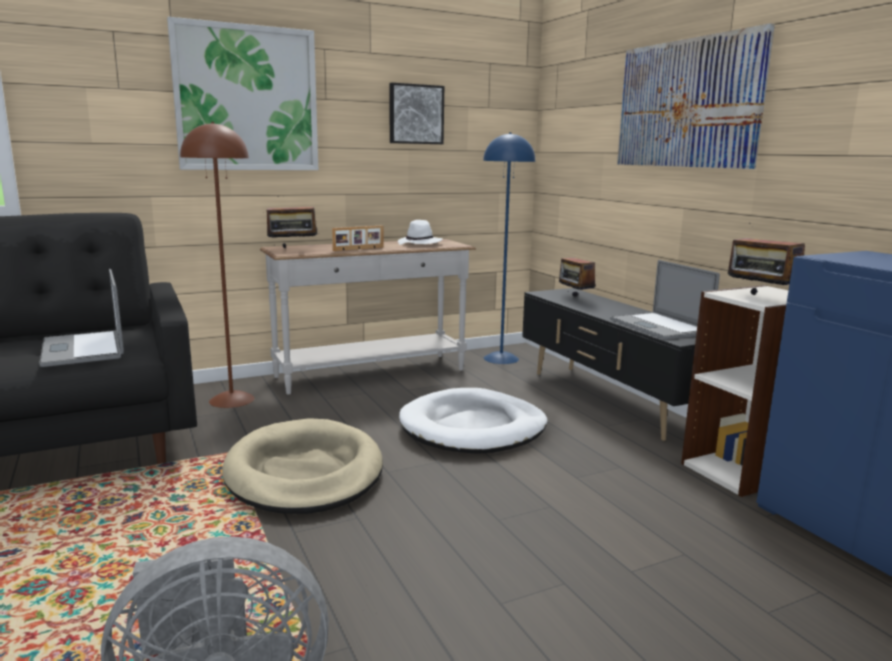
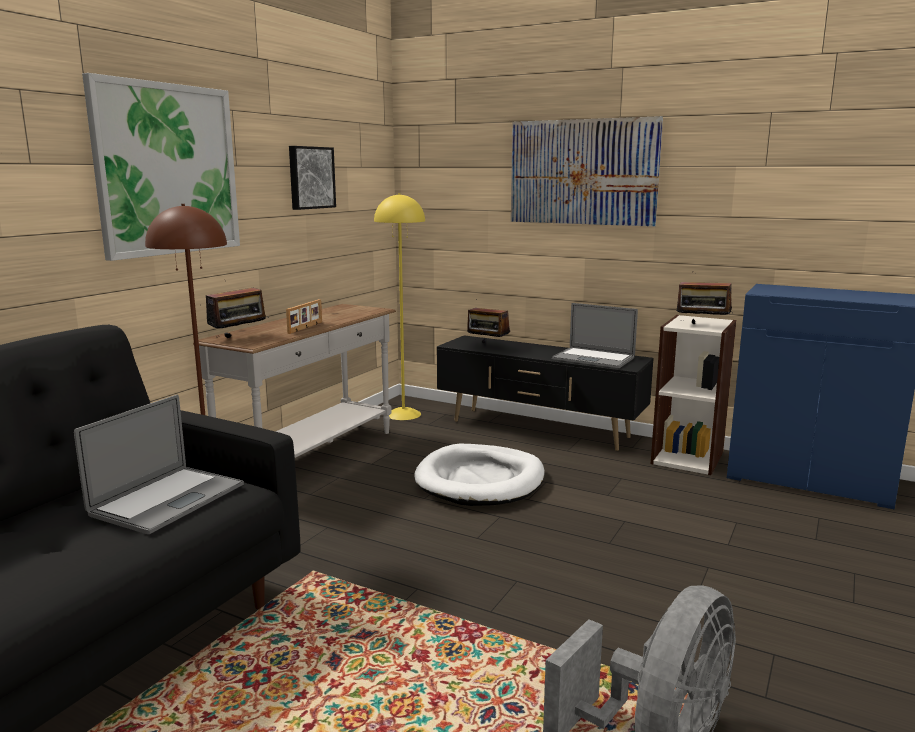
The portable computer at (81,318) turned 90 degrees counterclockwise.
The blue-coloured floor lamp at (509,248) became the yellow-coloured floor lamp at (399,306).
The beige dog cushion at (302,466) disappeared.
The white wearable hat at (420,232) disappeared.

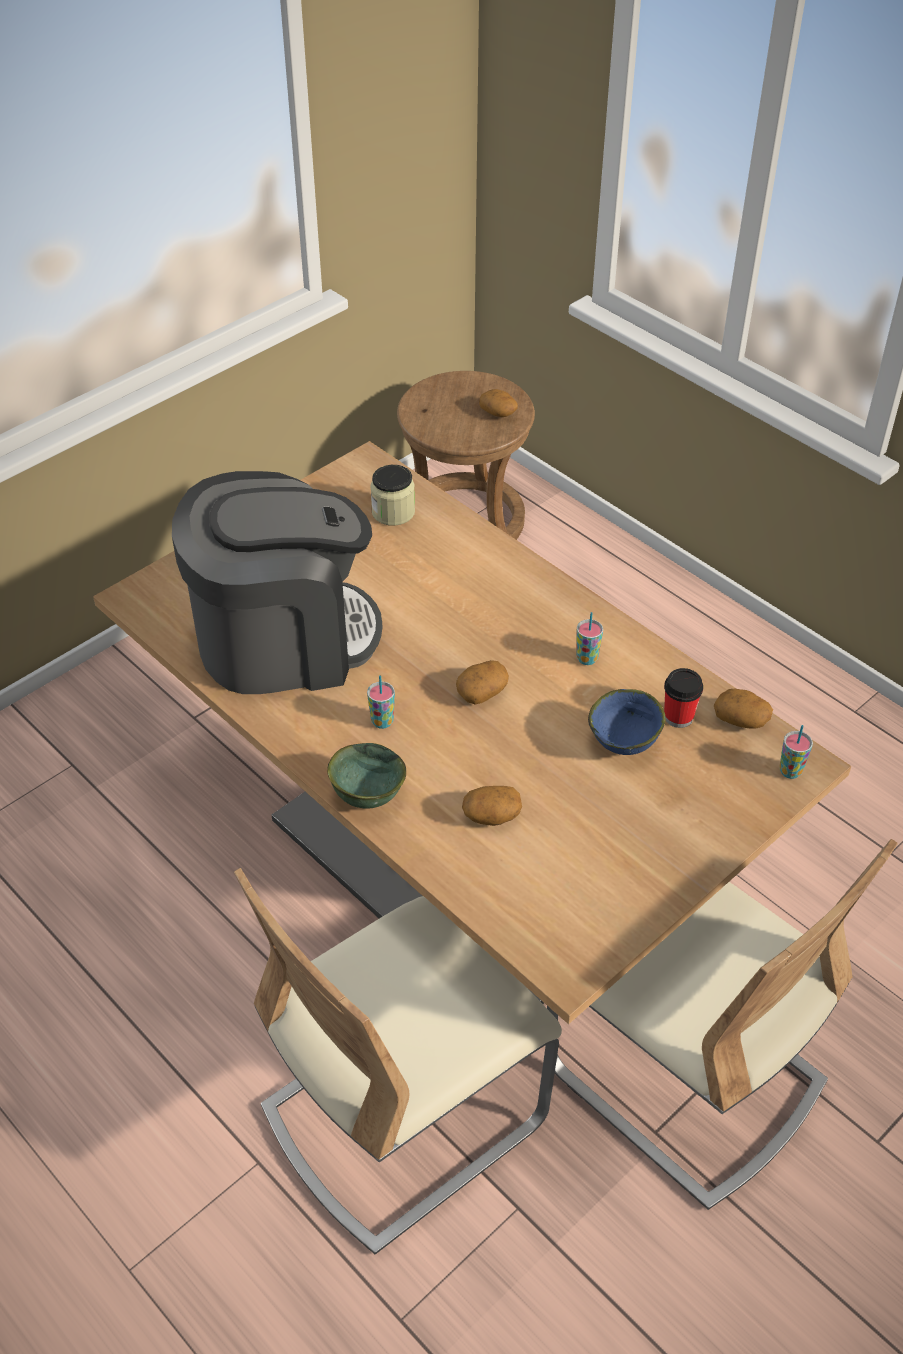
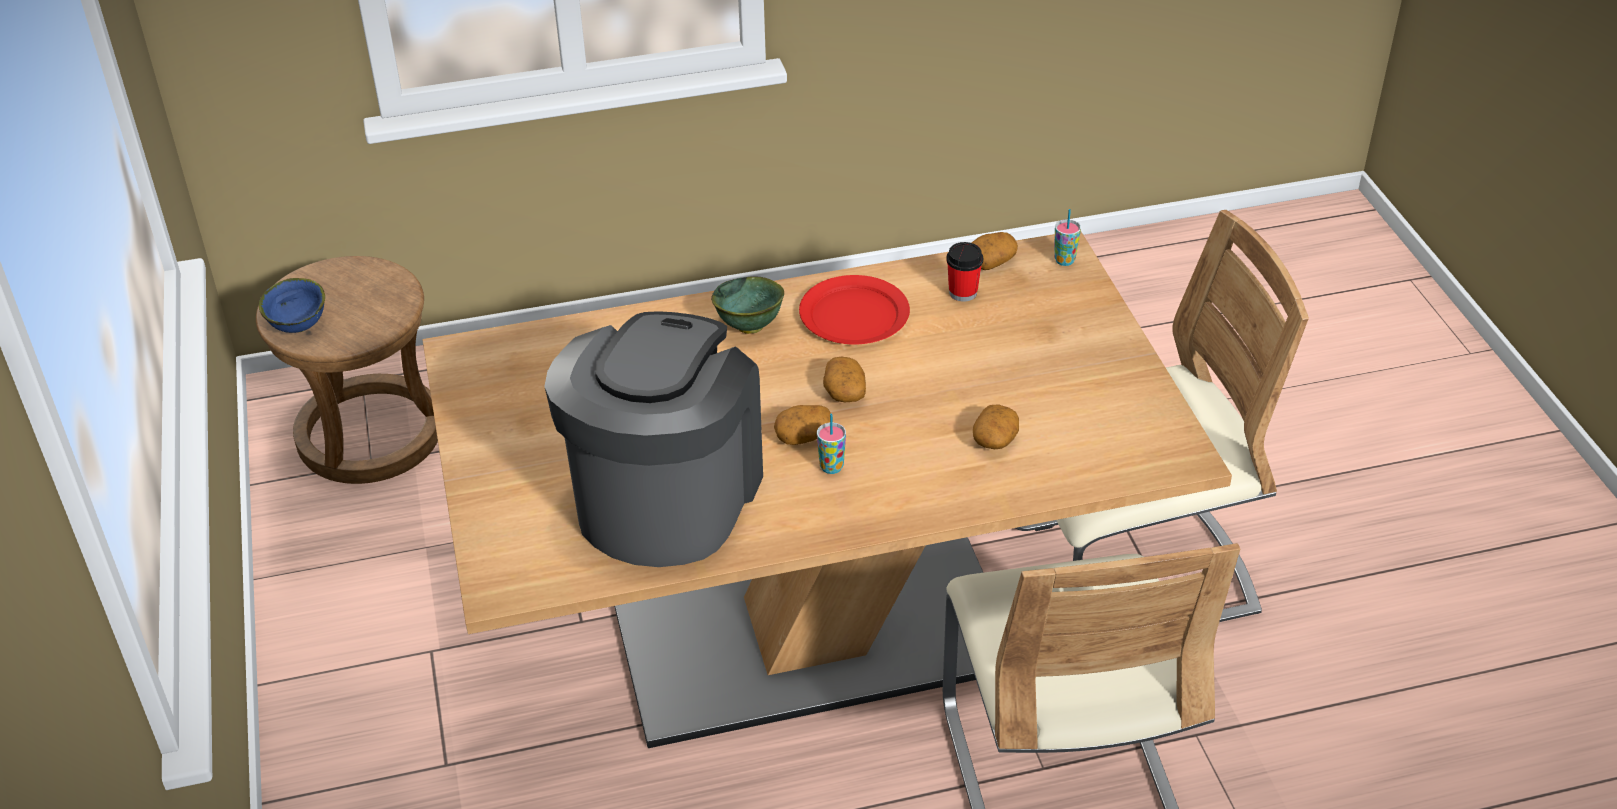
The blue-coloured bowl moved from (627,722) to (292,305).
The green bowl moved from (366,776) to (747,305).
The potato moved from (498,403) to (803,425).
The small cup at (590,638) was replaced by the reddish dinner plate at (854,309).
The jar at (392,495) disappeared.

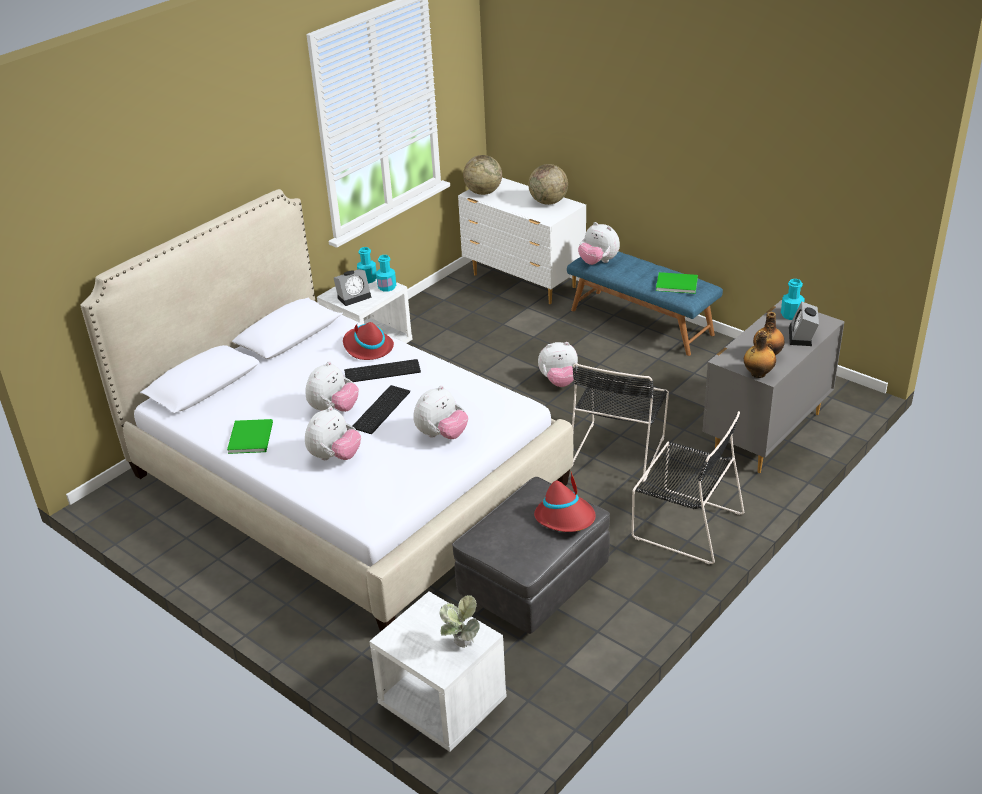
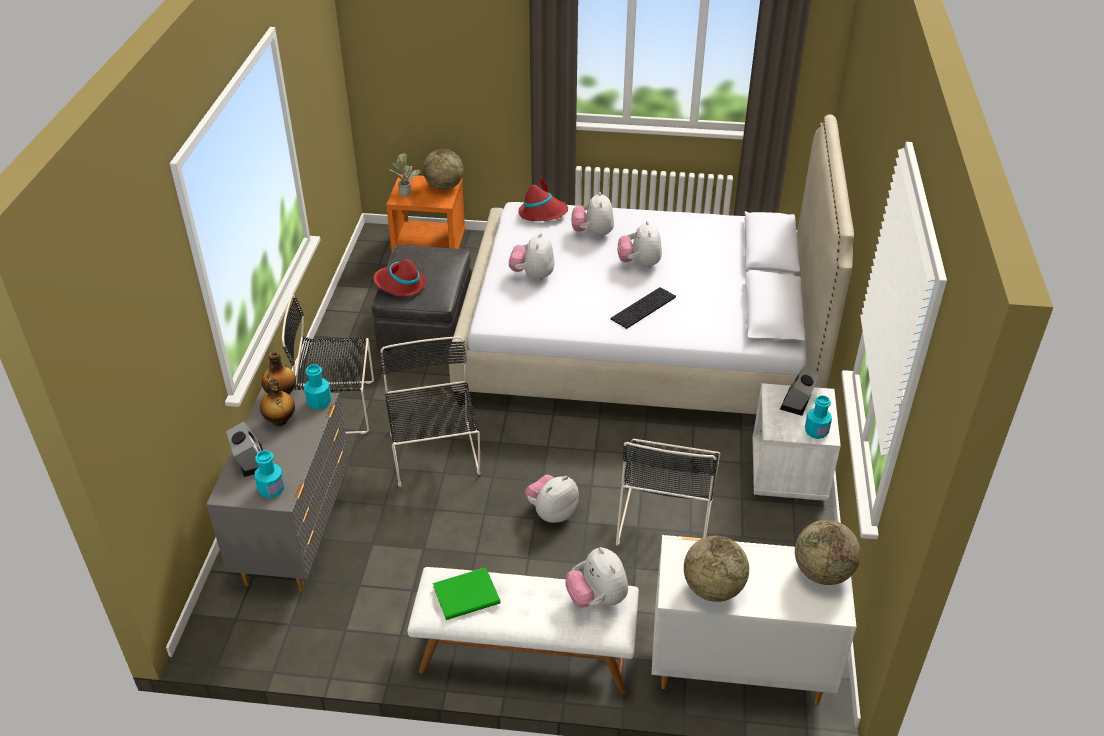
The blue-green bottle moved from (386,273) to (317,387).
The white nightstand at (437,672) became the orange nightstand at (425,213).
The blue-coloured long seat at (645,303) became the white long seat at (523,630).
The world globe at (443,169) appeared.
The reddish wearable hat moved from (368,341) to (543,198).
The plush toy at (599,243) turned 120 degrees counterclockwise.
The blackish chair at (668,492) appeared.
The green volume at (250,436) disappeared.
The PC keyboard at (381,409) disappeared.

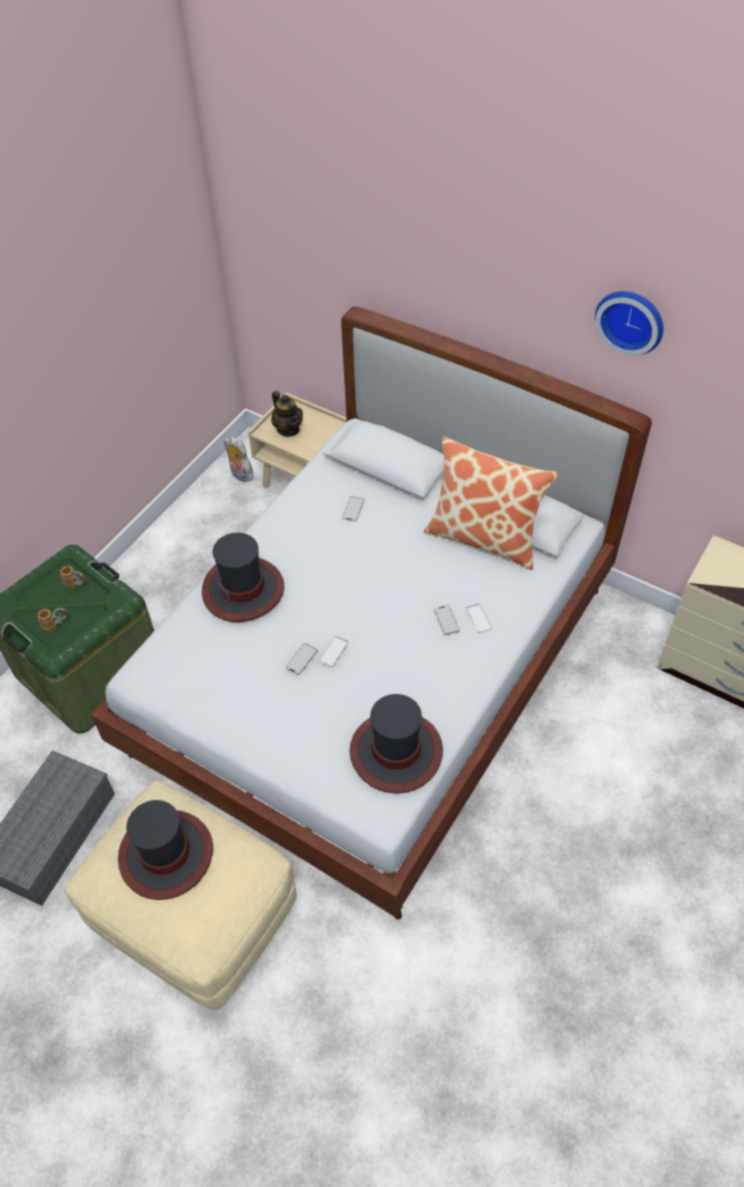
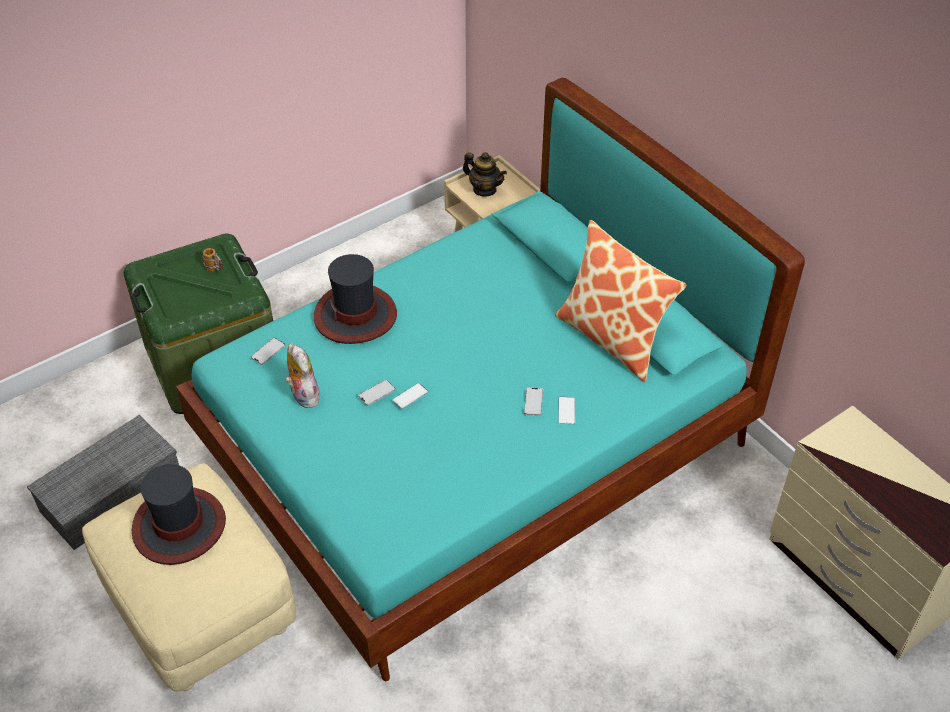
The white sleeping bed at (371,613) became the blue-green sleeping bed at (490,379).
The telephone moved from (353,509) to (268,351).
The plush toy moved from (238,459) to (302,375).
The pot for tea at (287,414) turned 45 degrees counterclockwise.
The coffee mug at (53,620) disappeared.
The wearable hat at (396,744) disappeared.
The clock on the wall at (629,323) disappeared.

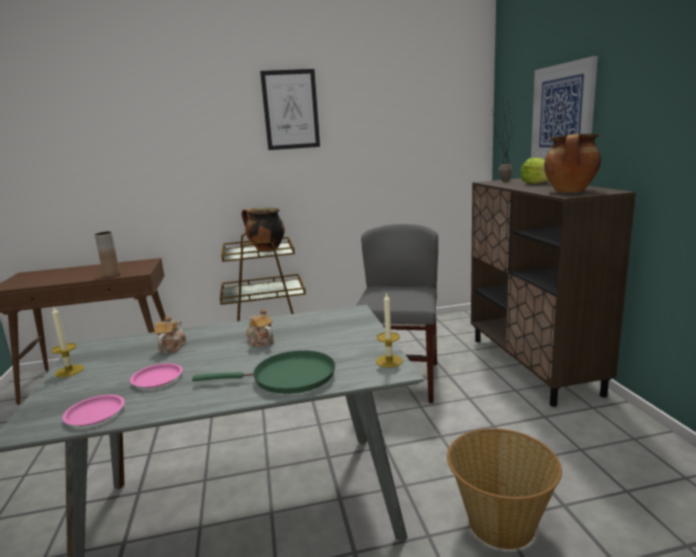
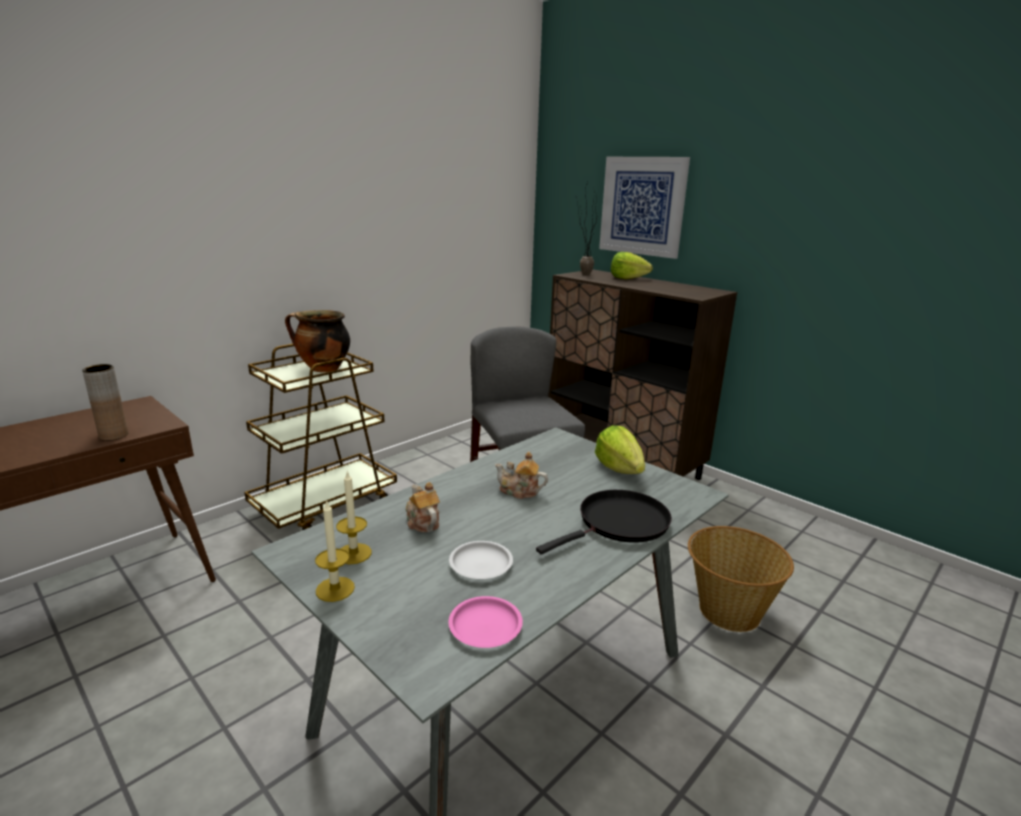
The wax light moved from (389,330) to (354,517).
The pink dinner plate at (156,375) became the white dinner plate at (481,560).
The green pan at (263,372) became the blackish pan at (604,522).
The lettuce at (620,449) appeared.
The picture at (290,109) disappeared.
The saucepot at (572,163) disappeared.

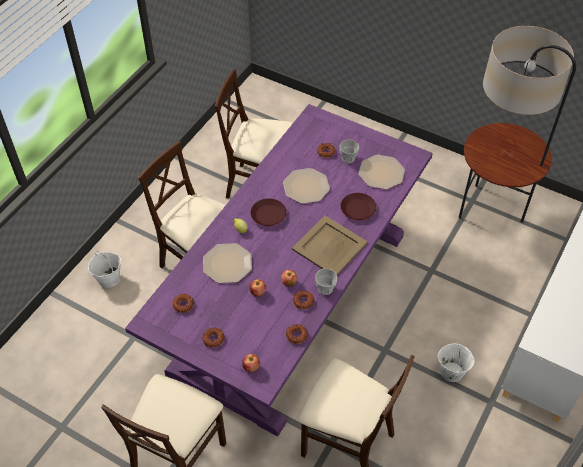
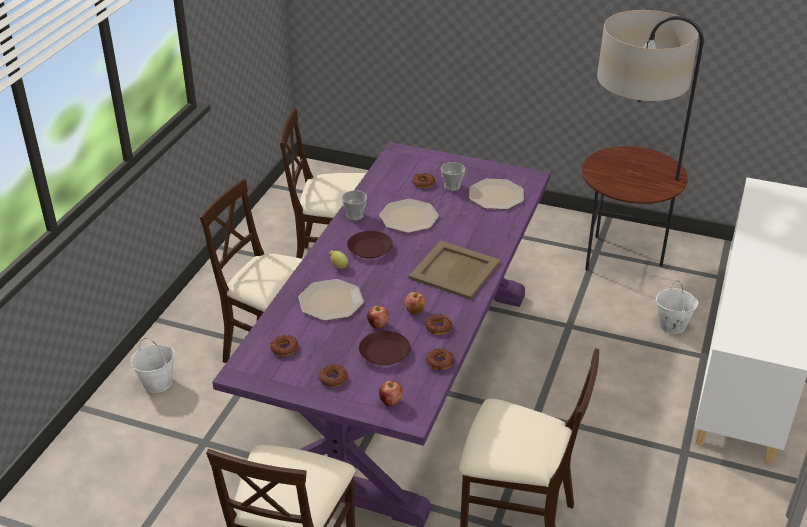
The small cup moved from (326,282) to (354,205).
The brown dinner plate moved from (358,206) to (384,348).
The white bucket moved from (456,362) to (677,307).

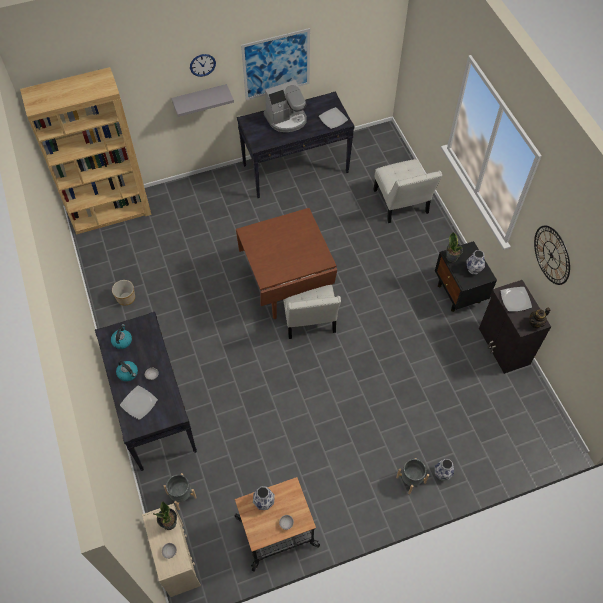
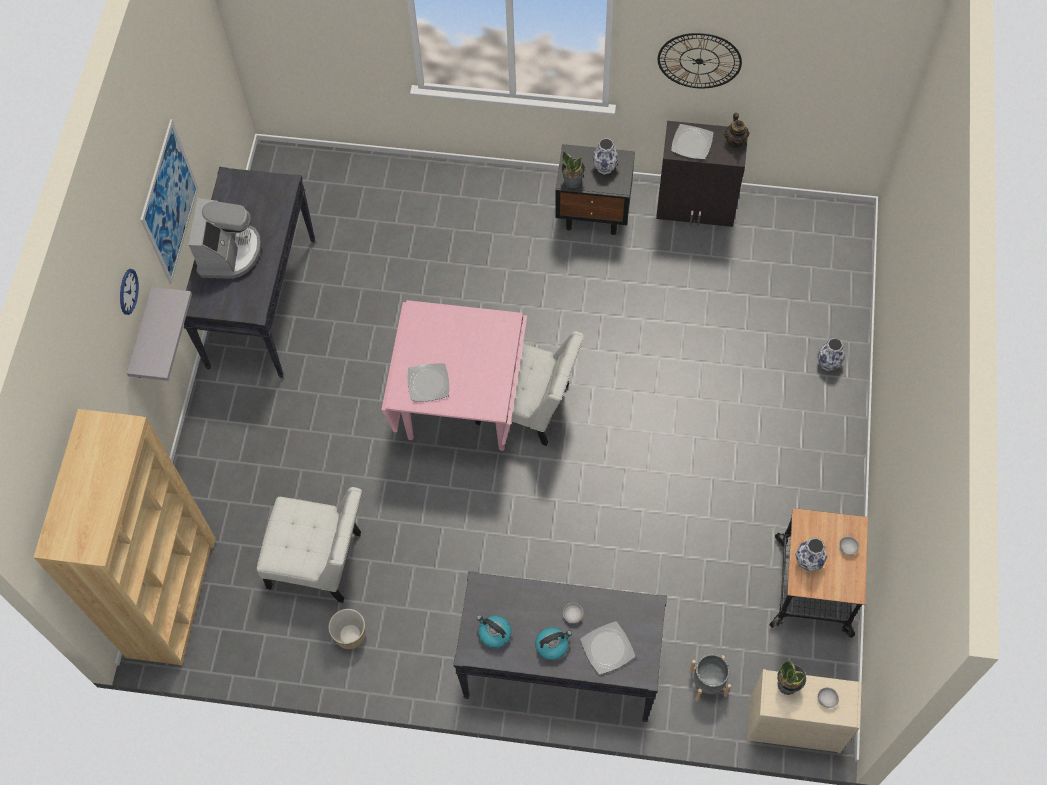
The white chair moved from (407,191) to (309,545).
The brown dining table at (286,263) became the pink dining table at (454,375).
The dinner plate moved from (333,118) to (428,382).
The grey flower pot at (412,476) disappeared.

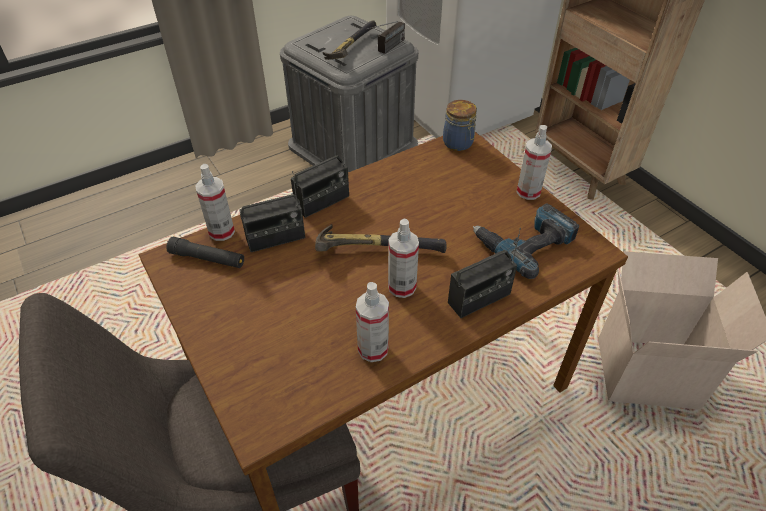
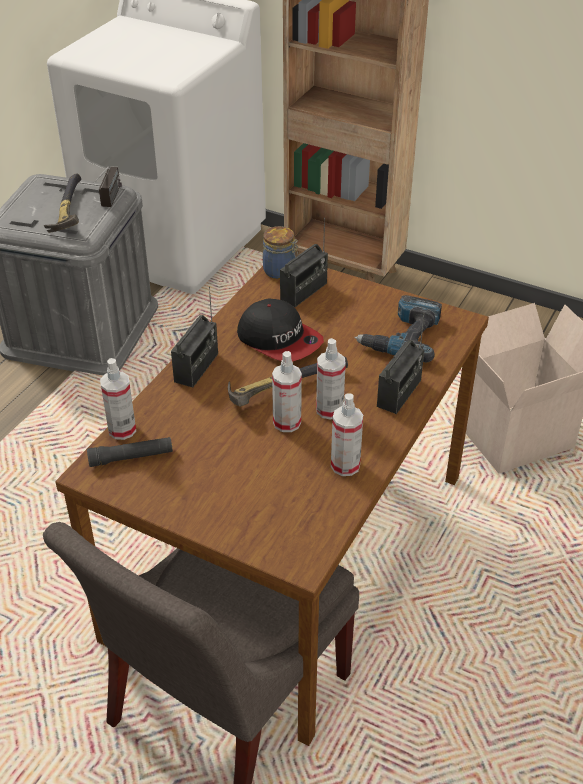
The baseball cap at (280,330) appeared.
The spray bottle moved from (534,162) to (287,391).
The radio moved from (272,211) to (304,262).

